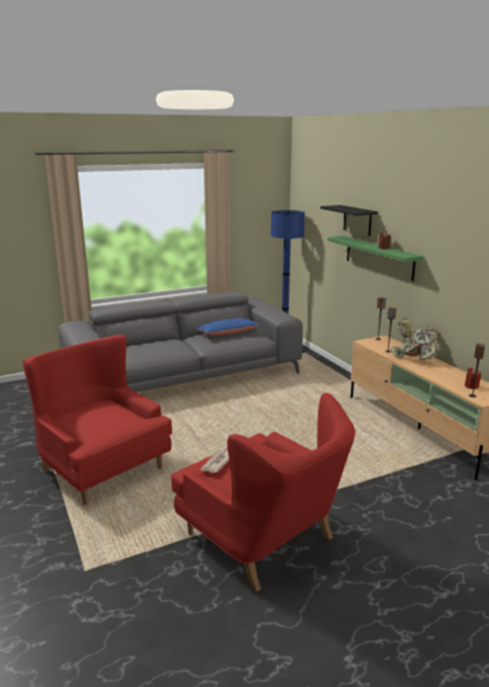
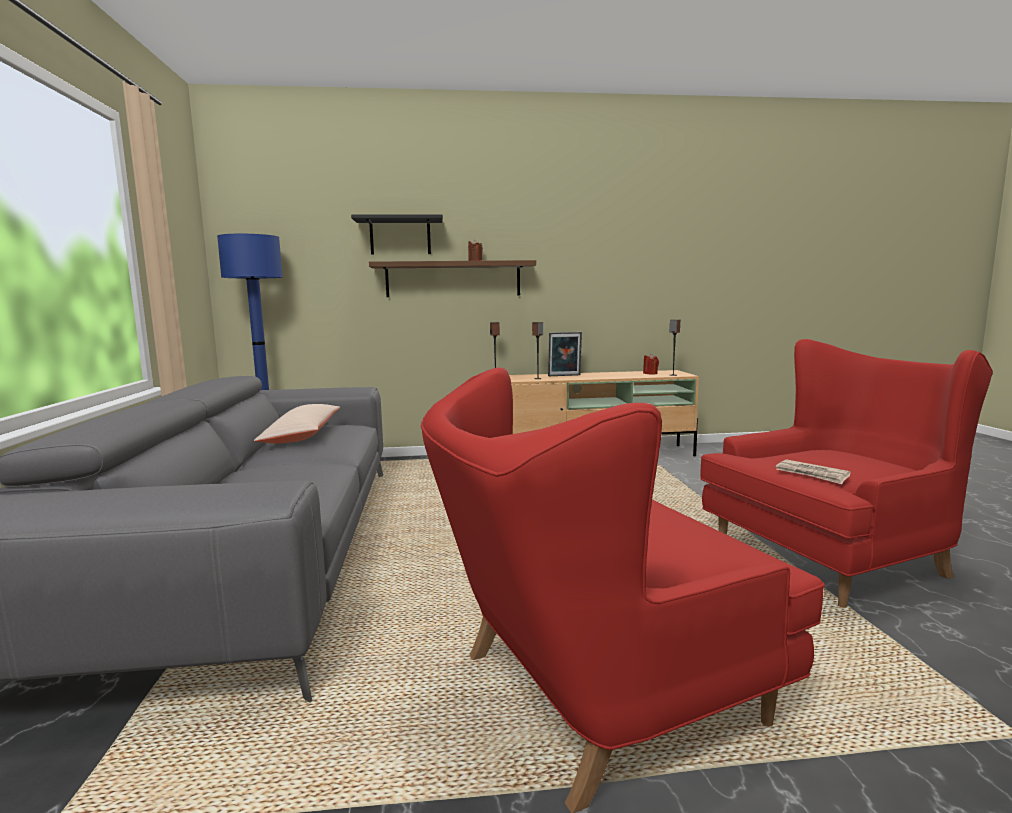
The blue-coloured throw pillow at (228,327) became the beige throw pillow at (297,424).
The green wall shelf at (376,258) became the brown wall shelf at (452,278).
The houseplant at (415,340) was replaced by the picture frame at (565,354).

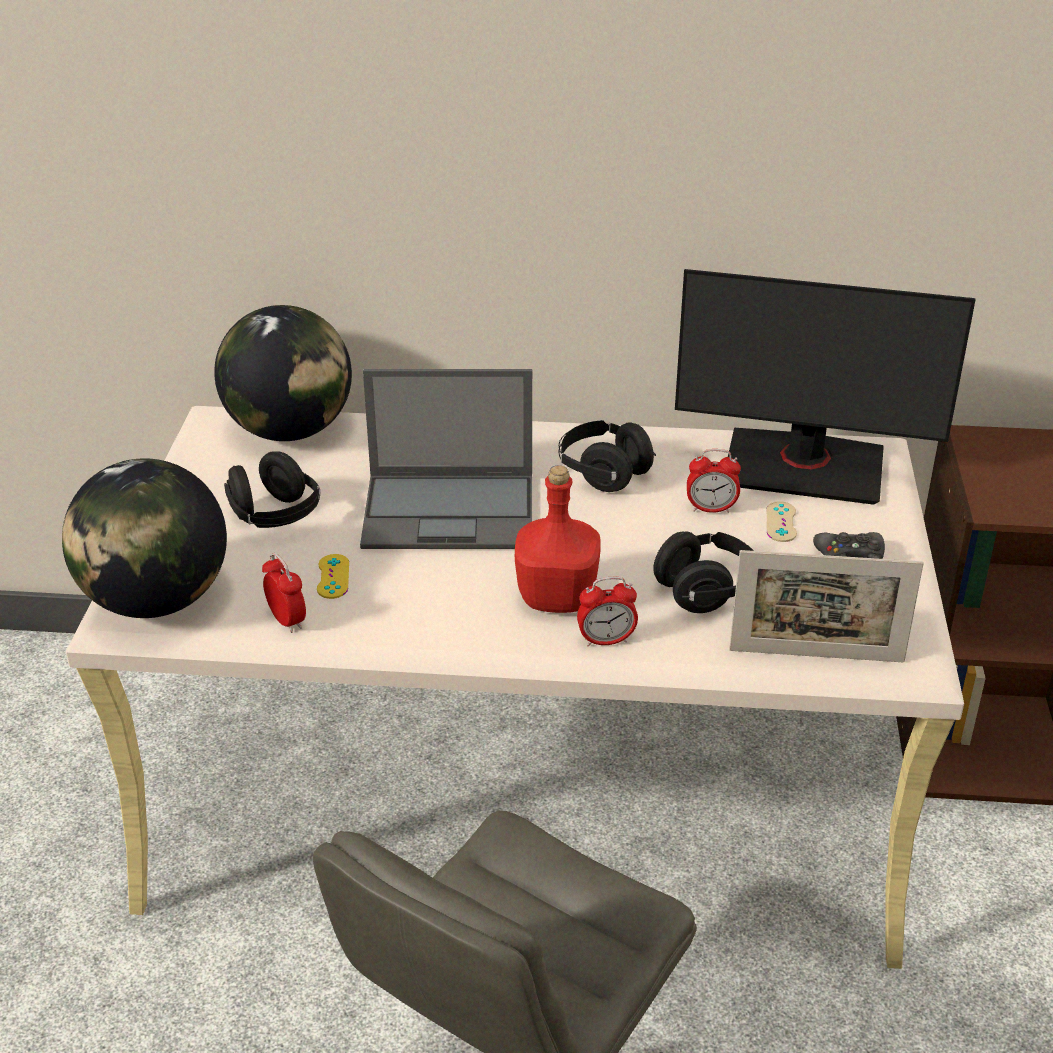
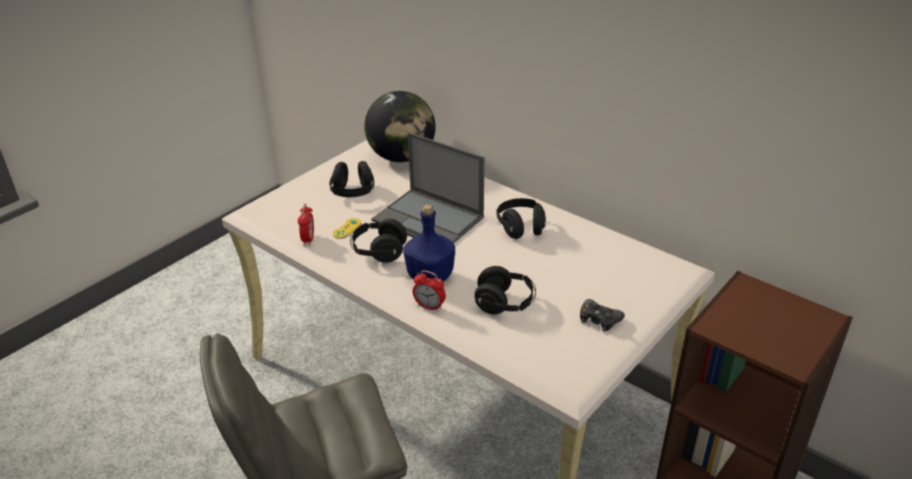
The blackish pair of headphones at (378,241) appeared.
The reddish bottle at (558,539) became the blue-coloured bottle at (429,243).
The world globe at (144,538) disappeared.
The computer display at (825,387) disappeared.
The table clock at (714,481) disappeared.
The picture frame at (826,606) disappeared.
The beige game controller at (782,521) disappeared.

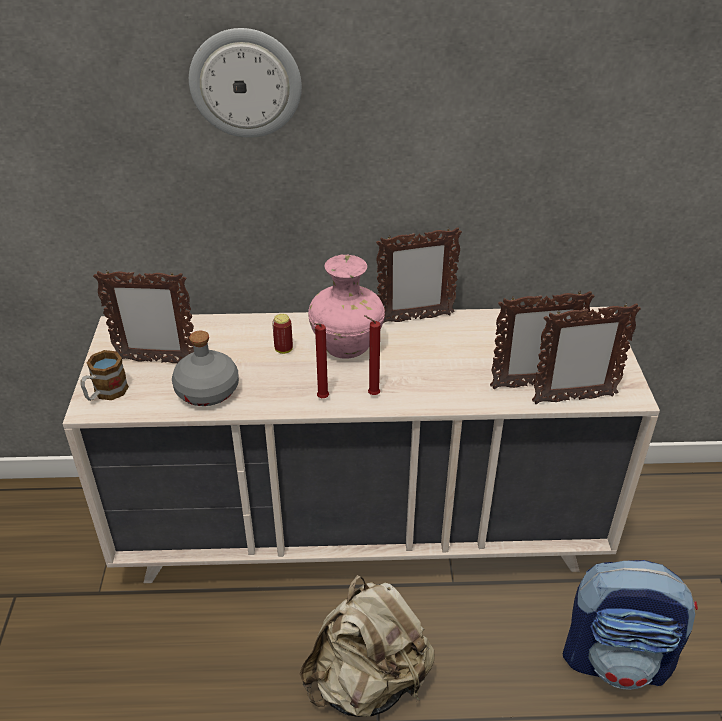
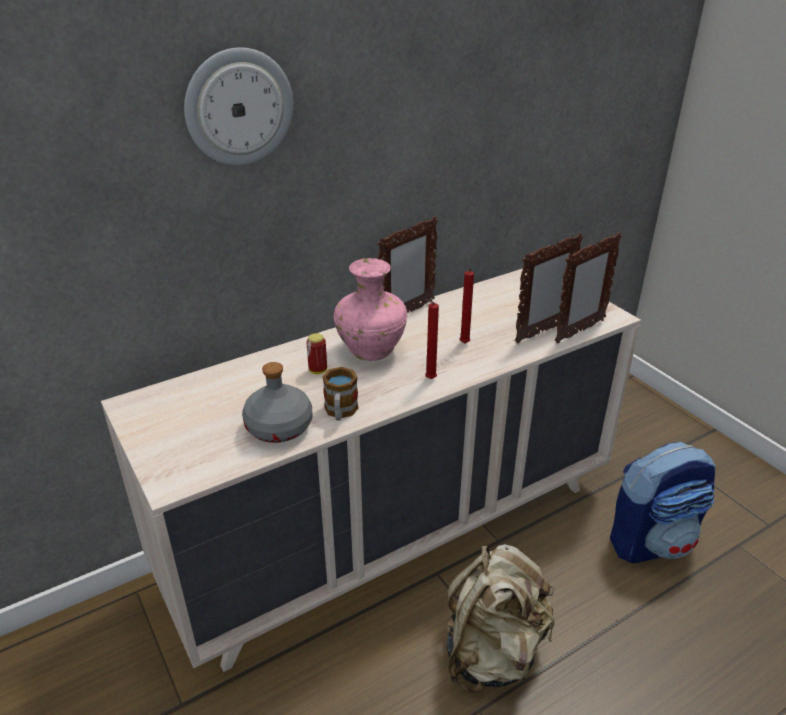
The coffee mug moved from (104,375) to (340,394).
The reddish wax light moved from (321,360) to (467,305).
The picture frame at (143,317) disappeared.

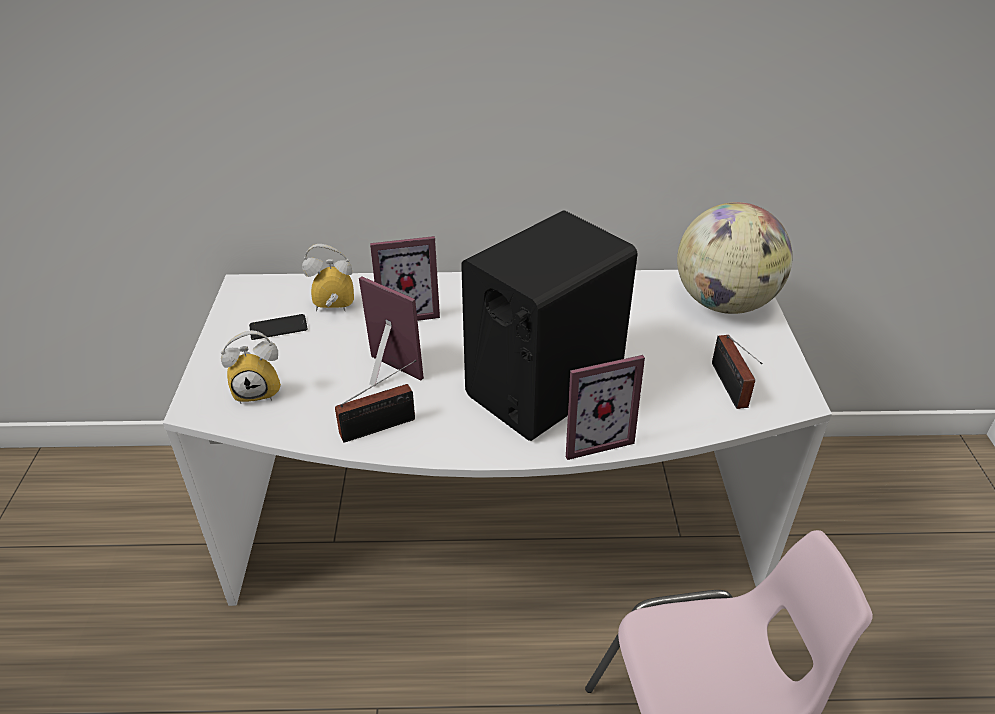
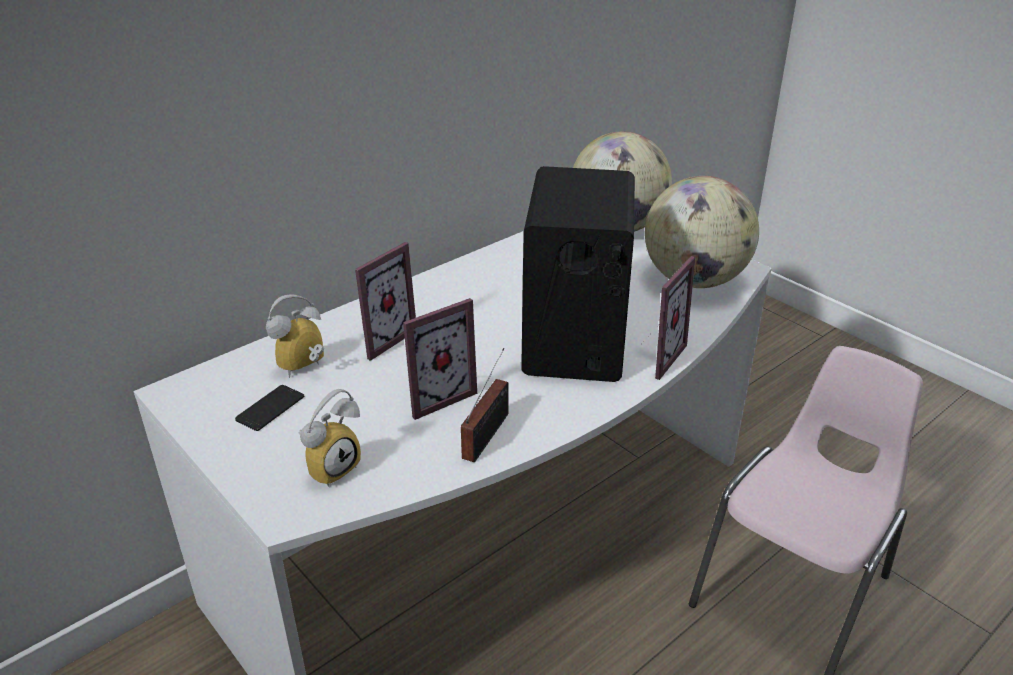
The picture frame at (391,331) turned 150 degrees clockwise.
The radio at (737,372) was replaced by the world globe at (702,232).

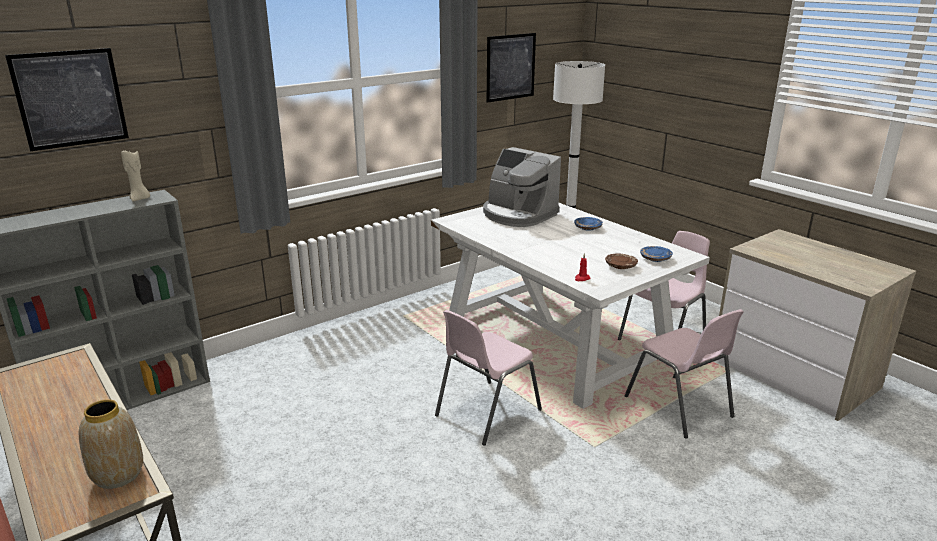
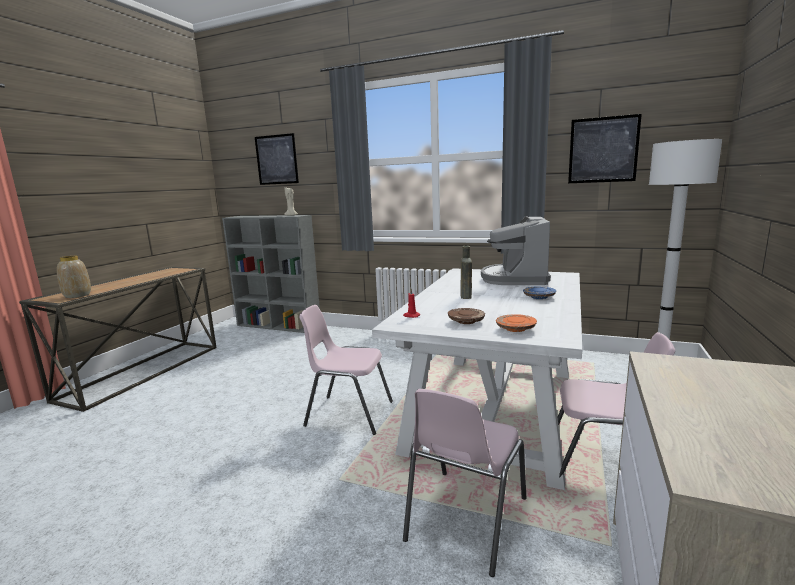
The brown bottle at (466,272) appeared.
The blue-coloured dinner plate at (656,254) became the orange dinner plate at (516,323).

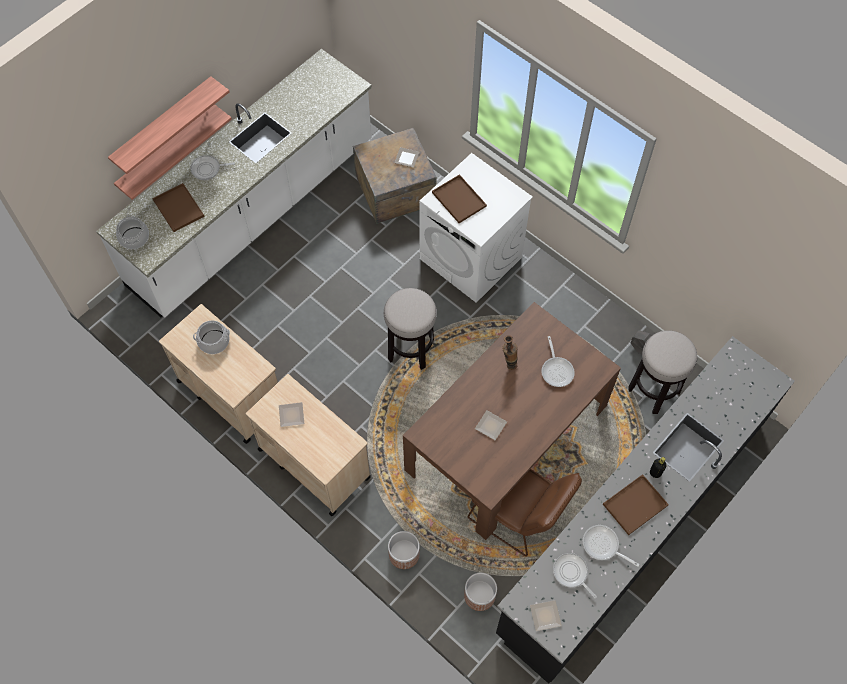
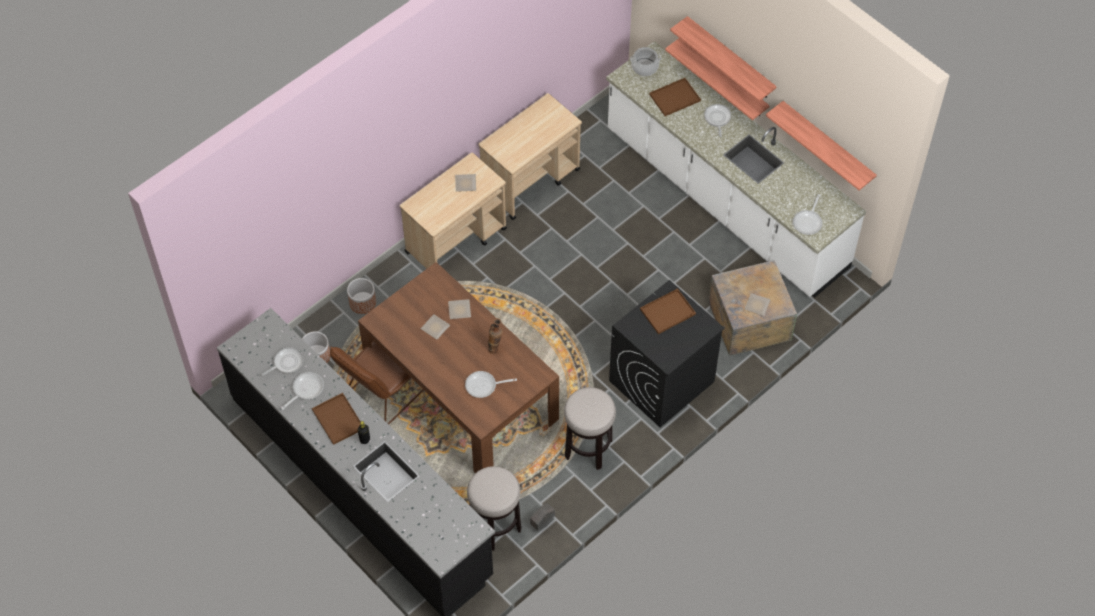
The dinner plate moved from (546,615) to (459,309).
The sitting stool moved from (410,329) to (590,428).
The white washing machine at (476,228) became the blackish washing machine at (667,353).
The wall shelf at (821,146) appeared.
The pan at (807,214) appeared.
The saucepot at (211,337) disappeared.

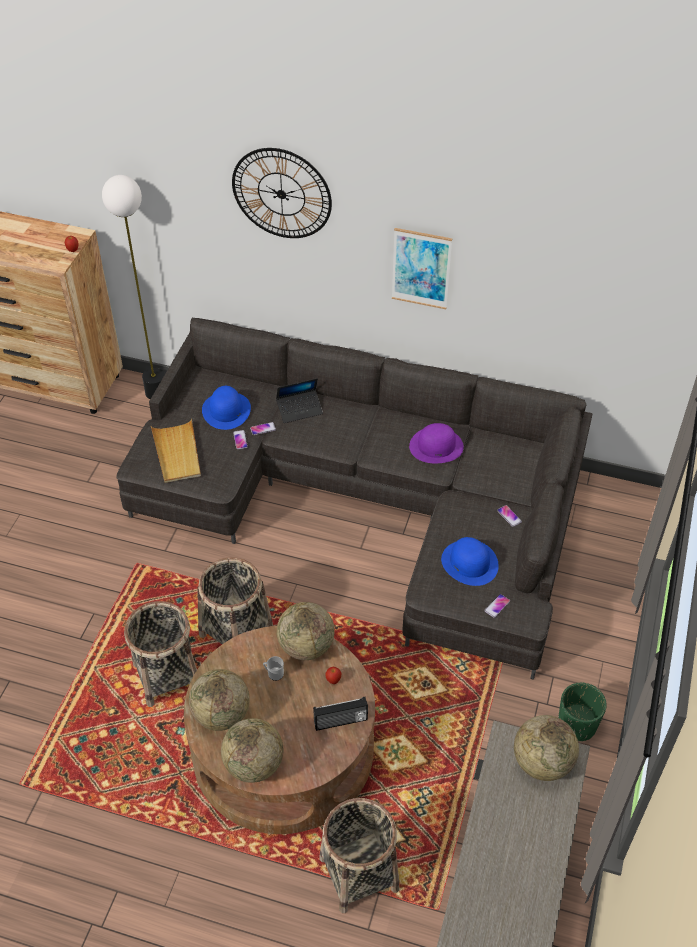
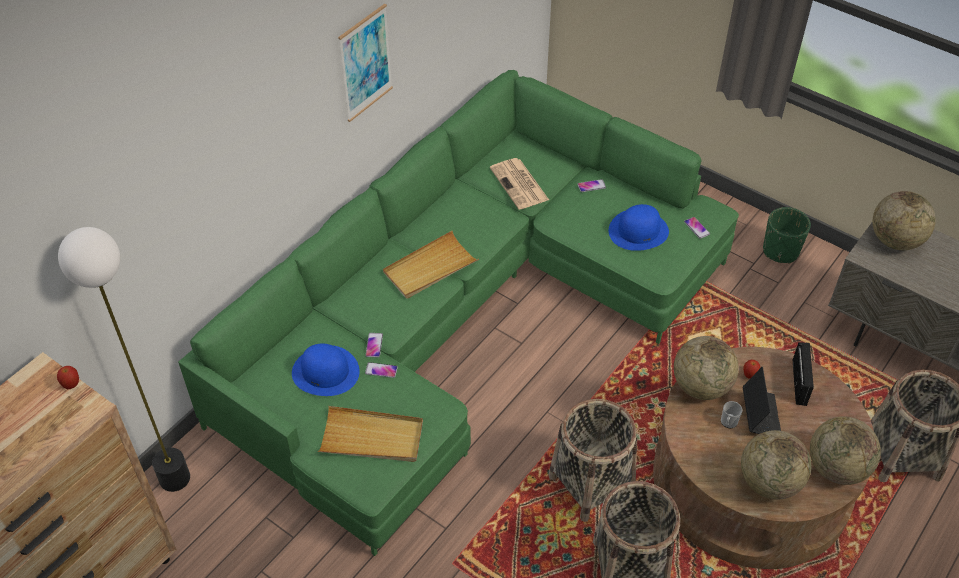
The grey sofa at (354,499) became the green sofa at (458,313).
The beige tray at (431,265) appeared.
The newspaper at (519,184) appeared.
The portable computer moved from (299,400) to (762,400).
The clock on the wall at (282,193) disappeared.
The purple wearable hat at (436,443) disappeared.

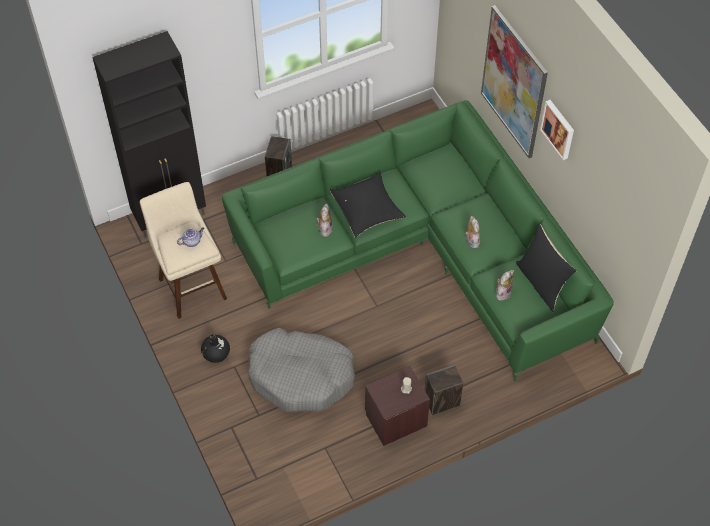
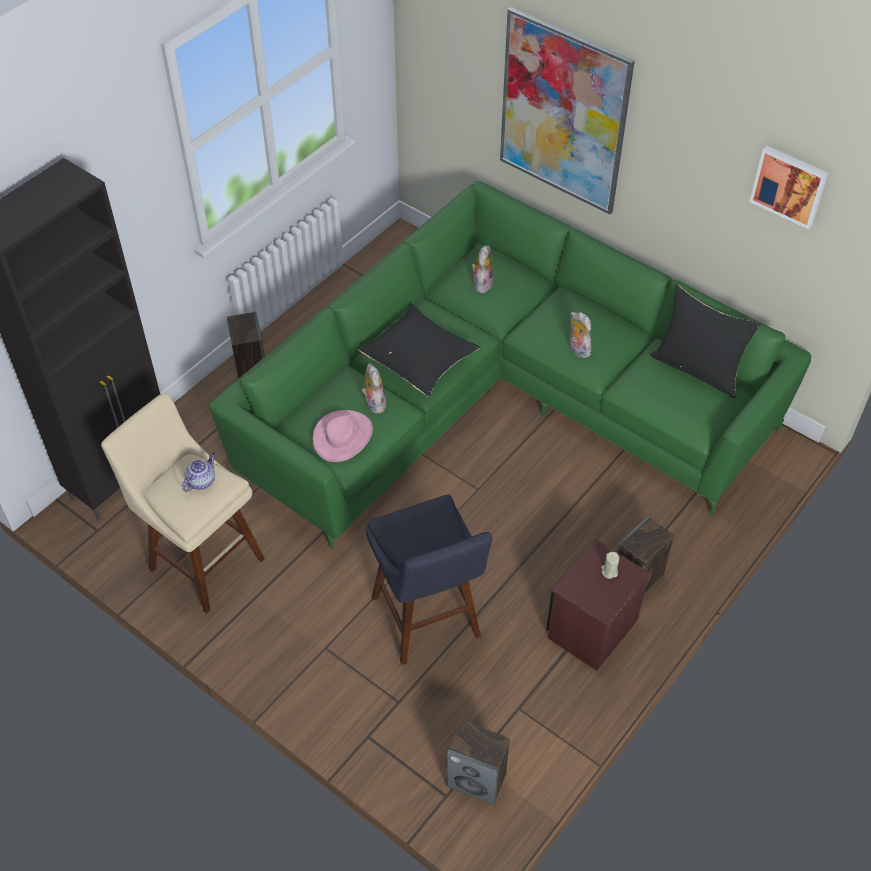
The pink wearable hat at (343,436) appeared.
The grey dog cushion at (301,370) was replaced by the blue-coloured sitting stool at (429,579).
The audio speaker at (478,762) appeared.
The plush toy moved from (505,285) to (482,269).
The picture moved from (557,130) to (789,187).
The blackish decorative vase at (215,348) disappeared.

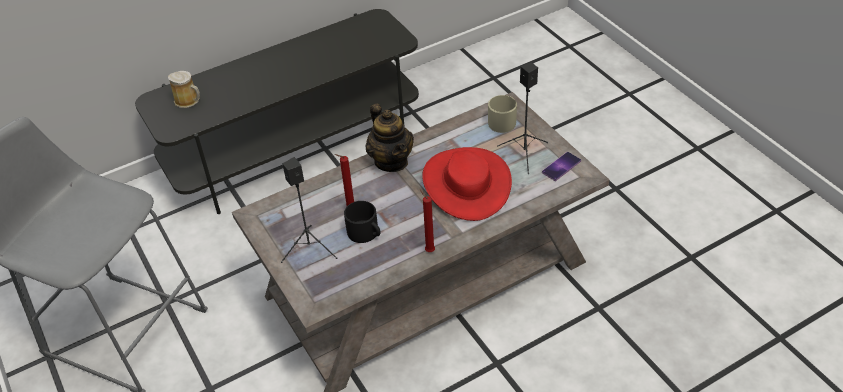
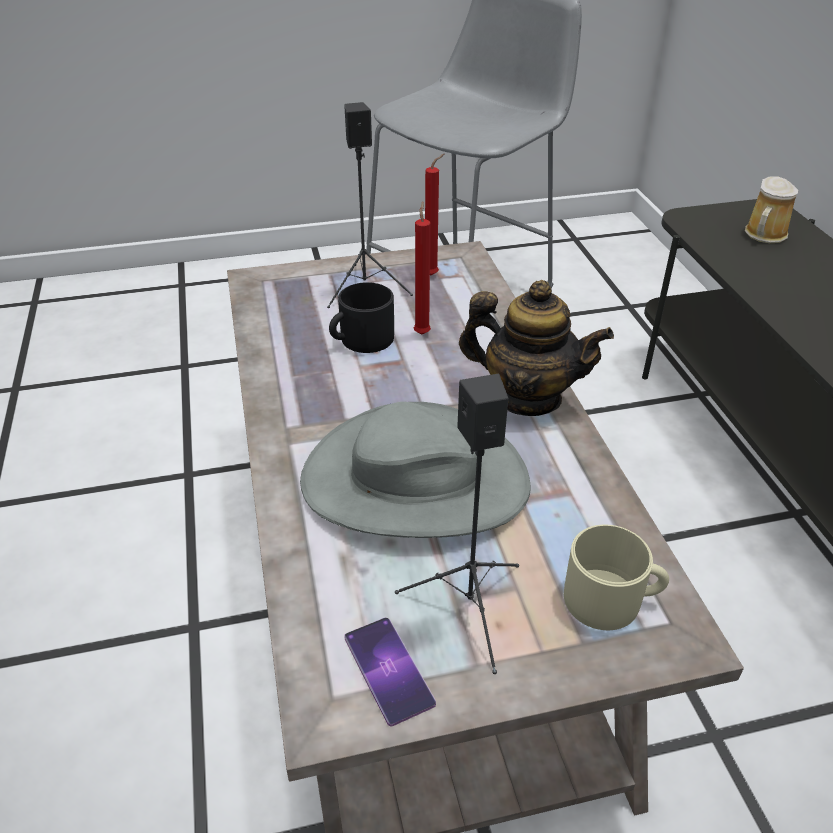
The reddish wearable hat at (467,184) became the grey wearable hat at (415,470).
The reddish wax light moved from (427,220) to (434,214).
The pot for tea at (390,137) turned 150 degrees counterclockwise.

